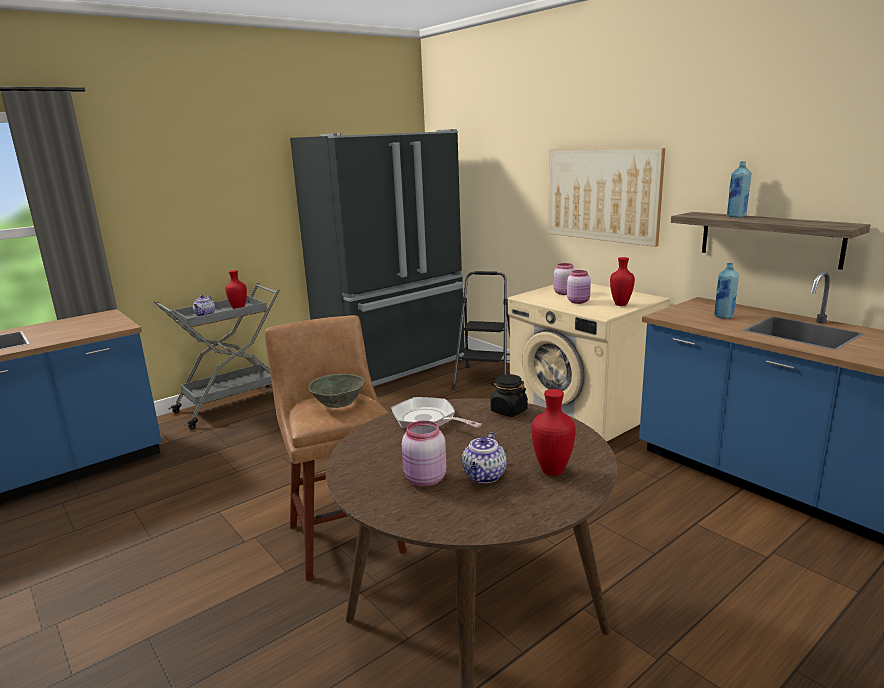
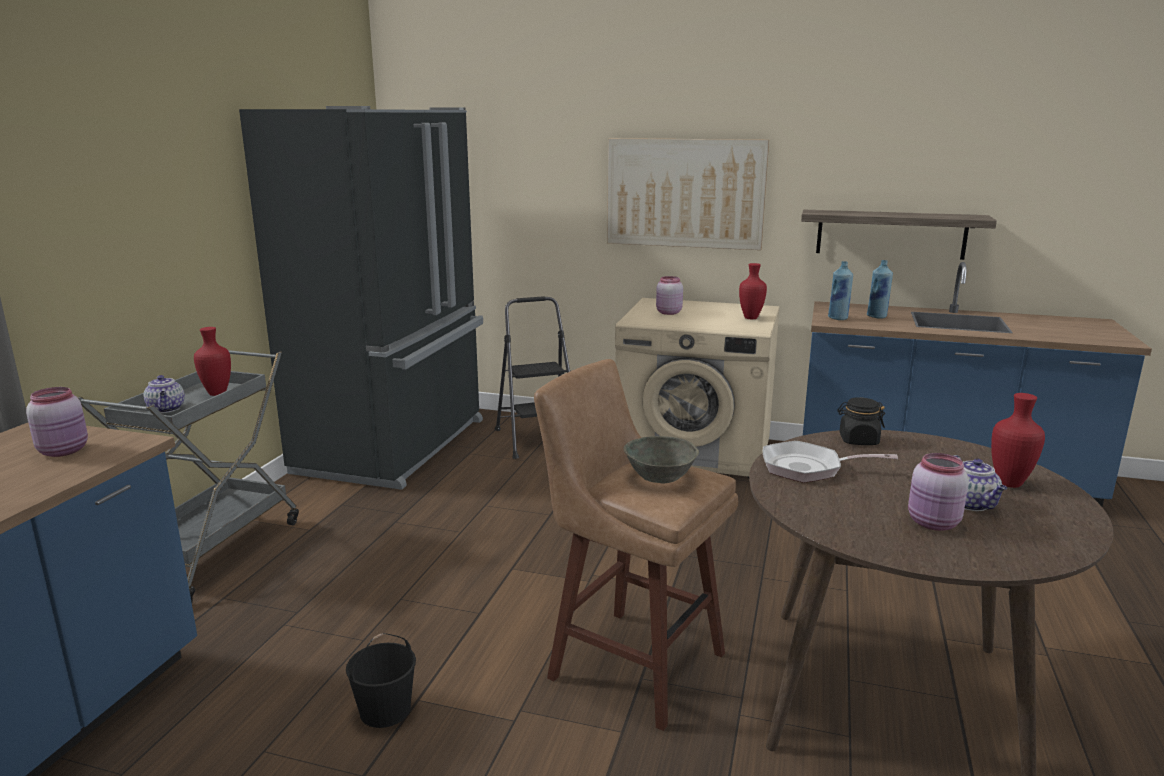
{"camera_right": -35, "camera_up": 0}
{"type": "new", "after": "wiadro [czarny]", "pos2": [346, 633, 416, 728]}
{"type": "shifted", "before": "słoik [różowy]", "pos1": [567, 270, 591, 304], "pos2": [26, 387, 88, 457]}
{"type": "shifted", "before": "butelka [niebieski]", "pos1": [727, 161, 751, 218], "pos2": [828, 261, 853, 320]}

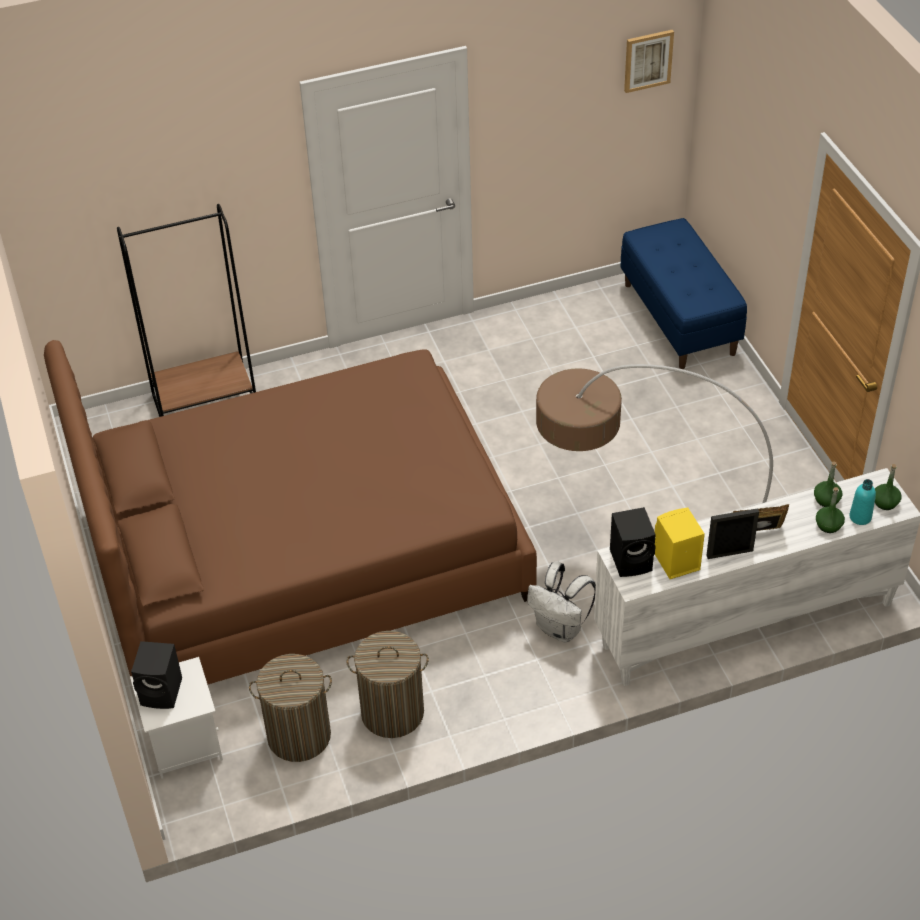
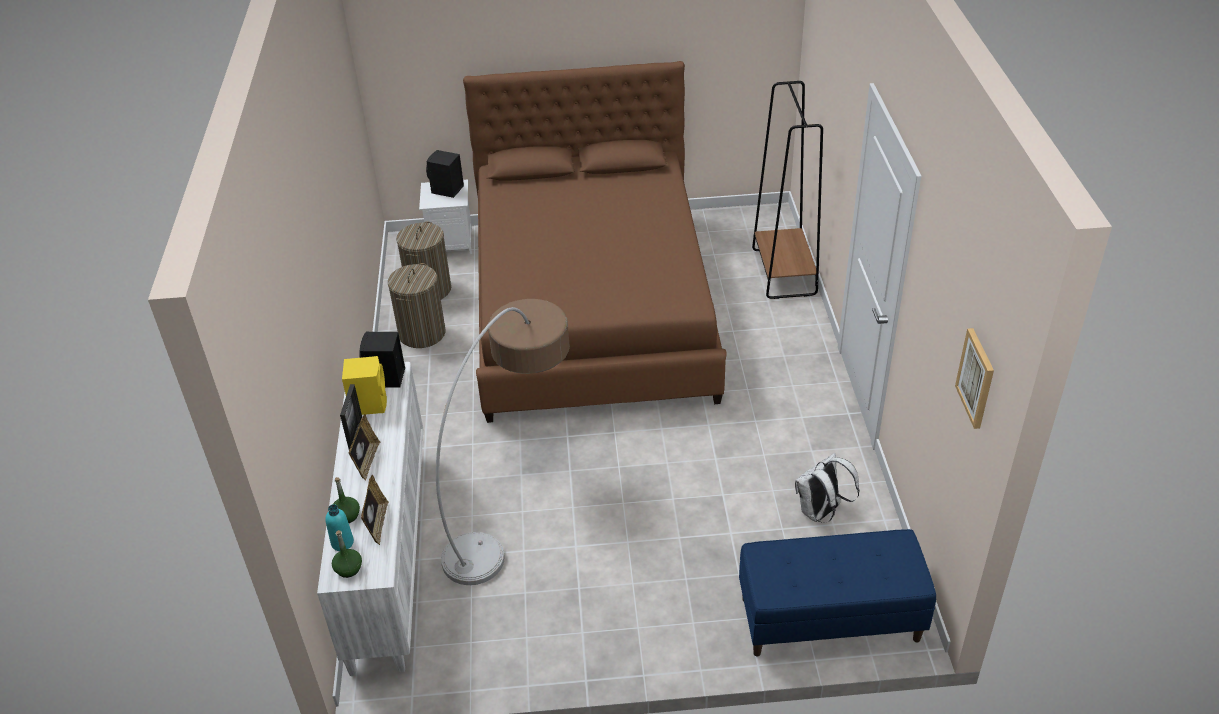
{"camera_right": 105, "camera_up": -5}
{"type": "shifted", "before": "plecak [biały]", "pos1": [527, 562, 596, 643], "pos2": [795, 453, 860, 523]}
{"type": "swapped", "before": "butelka [zielony]", "after": "ramka na zdjęcie", "pos1": [814, 461, 842, 507], "pos2": [361, 474, 389, 545]}

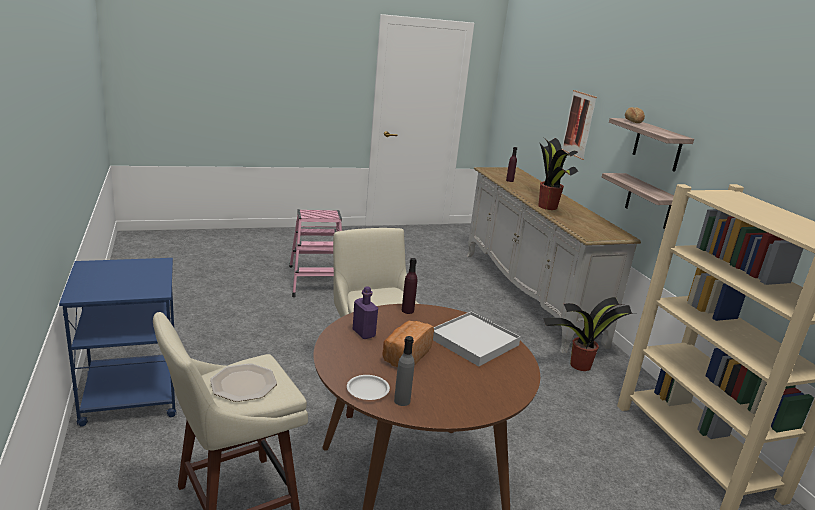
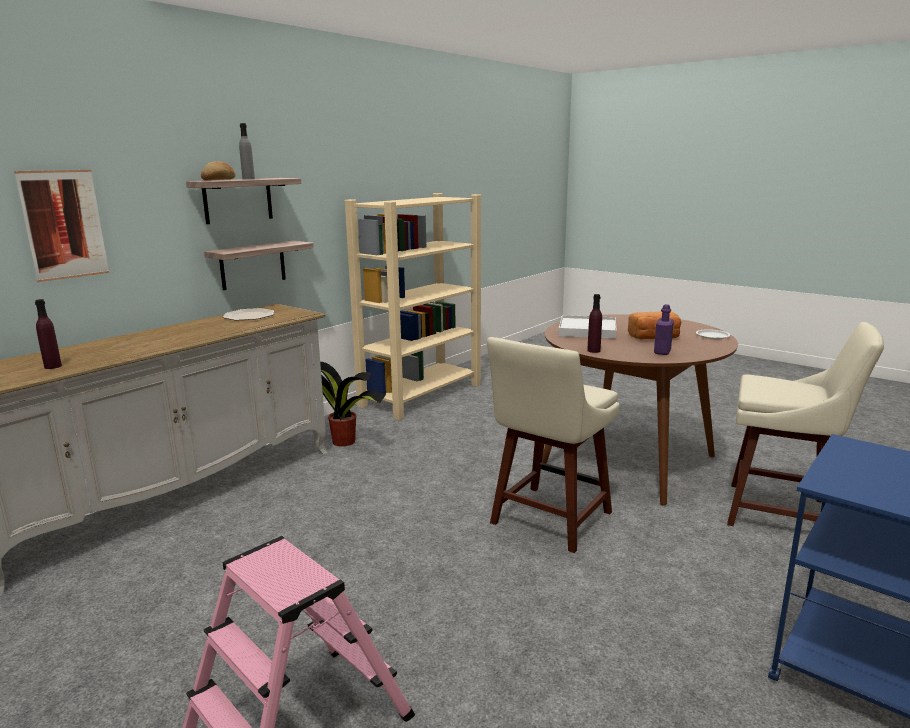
{"camera_right": -120, "camera_up": -5}
{"type": "gone", "before": "roślina doniczkowa", "pos1": [538, 137, 578, 210]}
{"type": "shifted", "before": "talerz", "pos1": [210, 363, 277, 402], "pos2": [223, 308, 274, 320]}
{"type": "shifted", "before": "butelka [szary]", "pos1": [394, 336, 415, 406], "pos2": [239, 123, 255, 180]}

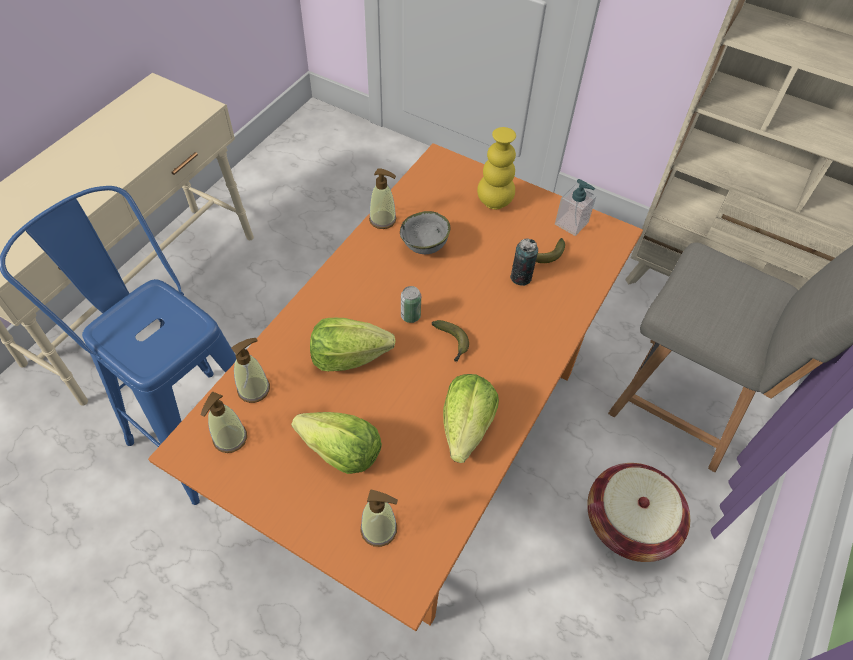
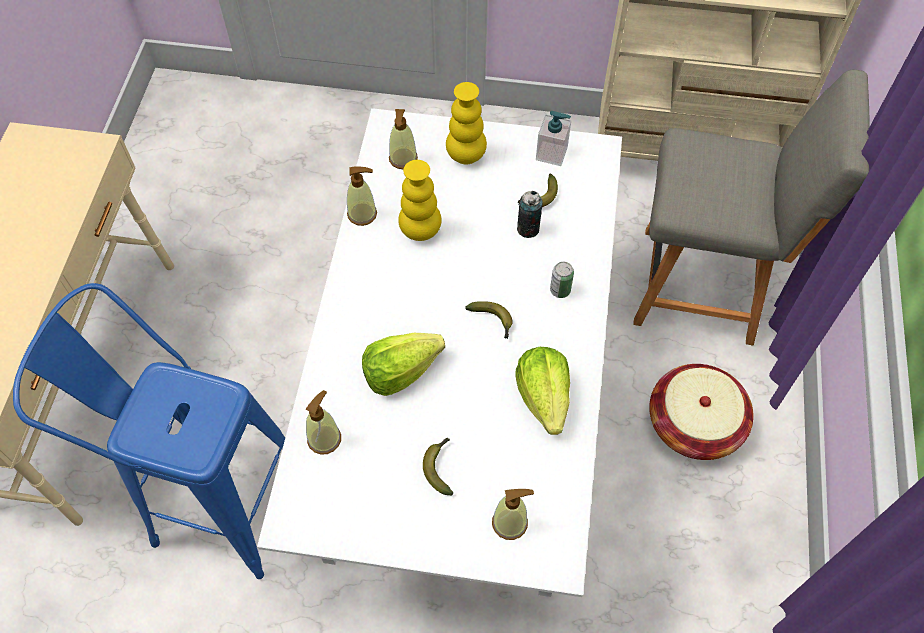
{"camera_right": -20, "camera_up": 5}
{"type": "shifted", "before": "dozownik mydła", "pos1": [201, 392, 247, 453], "pos2": [389, 109, 418, 169]}
{"type": "shifted", "before": "puszka", "pos1": [401, 286, 421, 323], "pos2": [550, 262, 574, 298]}
{"type": "swapped", "before": "sałata", "after": "banan", "pos1": [291, 412, 382, 474], "pos2": [423, 438, 453, 495]}
{"type": "swapped", "before": "miska [szary]", "after": "wazon [żółty]", "pos1": [400, 211, 451, 254], "pos2": [398, 160, 442, 241]}
{"type": "repainted", "before": "stół jadalny [pomarańczowy]", "after": "stół jadalny [biały]", "pos1": [148, 143, 643, 631], "pos2": [257, 108, 622, 597]}

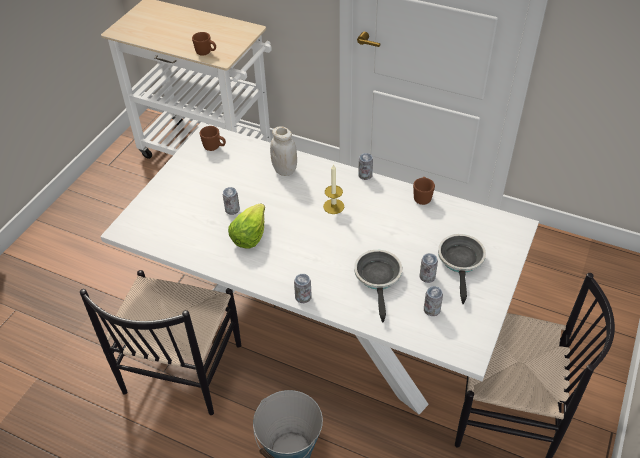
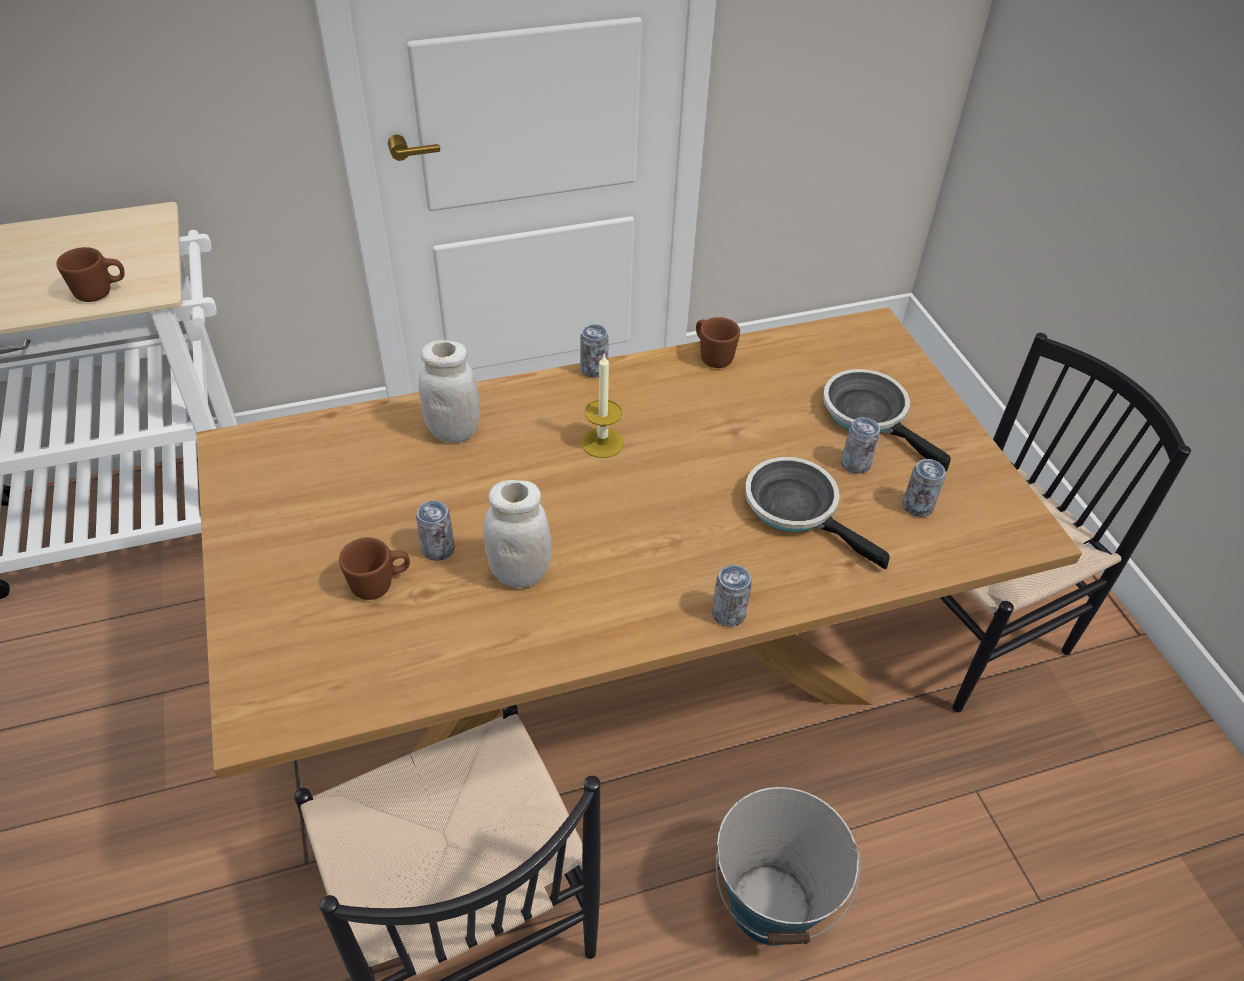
{"camera_right": -45, "camera_up": 0}
{"type": "shifted", "before": "kubek [brązowy]", "pos1": [200, 126, 226, 151], "pos2": [339, 537, 410, 600]}
{"type": "swapped", "before": "sałata", "after": "słoik [biały]", "pos1": [228, 203, 265, 249], "pos2": [483, 480, 552, 588]}
{"type": "repainted", "before": "stół jadalny [biały]", "after": "stół jadalny [brązowy]", "pos1": [100, 123, 539, 414], "pos2": [196, 307, 1082, 779]}

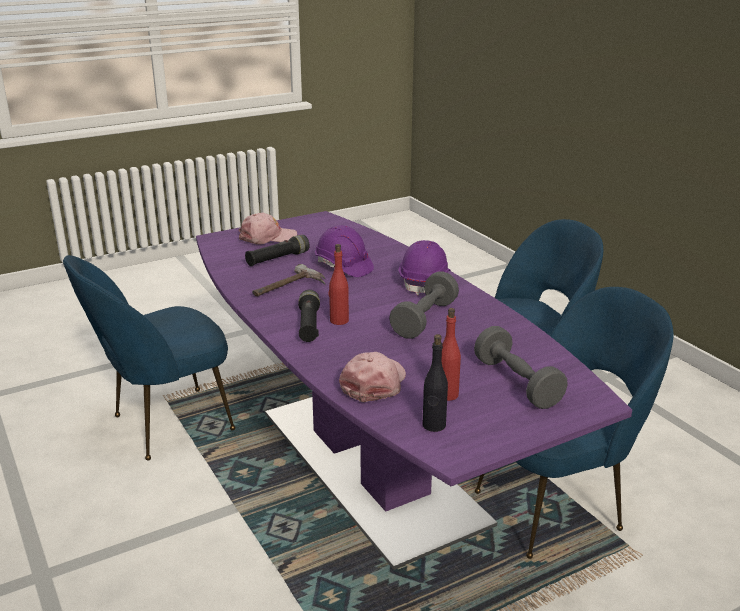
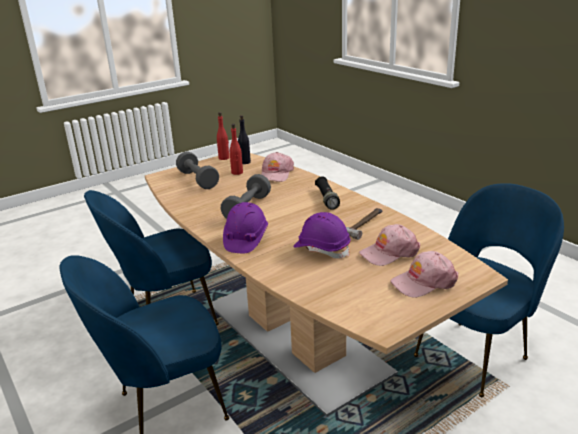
{"camera_right": 175, "camera_up": 0}
{"type": "shifted", "before": "butelka [czerwony]", "pos1": [329, 244, 349, 325], "pos2": [217, 112, 230, 160]}
{"type": "swapped", "before": "latarka [czarny]", "after": "czapka z daszkiem [różowy]", "pos1": [245, 235, 310, 266], "pos2": [359, 224, 420, 266]}
{"type": "repainted", "before": "stół jadalny [fioletowy]", "after": "stół jadalny [brązowy]", "pos1": [196, 211, 632, 570], "pos2": [145, 153, 508, 417]}

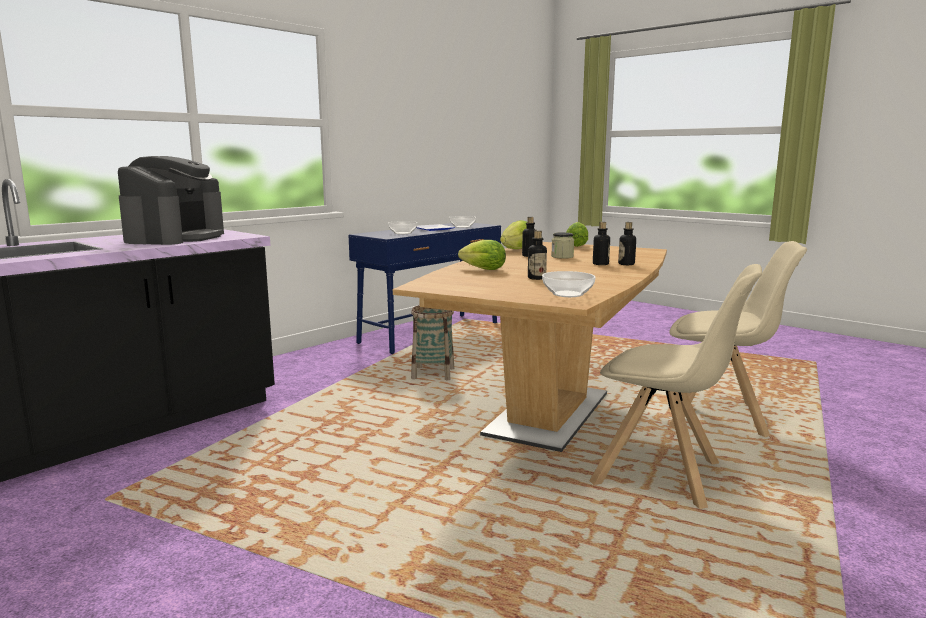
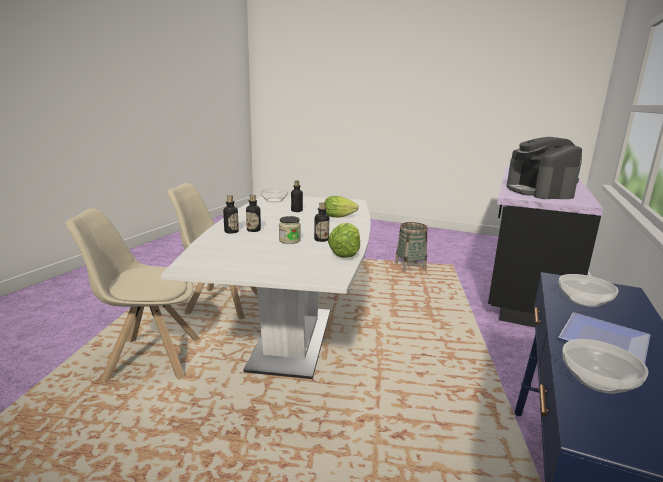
{"camera_right": 160, "camera_up": 5}
{"type": "gone", "before": "sałata", "pos1": [566, 222, 588, 247]}
{"type": "shifted", "before": "koszyk", "pos1": [411, 305, 454, 380], "pos2": [395, 222, 428, 272]}
{"type": "repainted", "before": "stół jadalny [brązowy]", "after": "stół jadalny [biały]", "pos1": [393, 242, 667, 452], "pos2": [161, 196, 371, 379]}

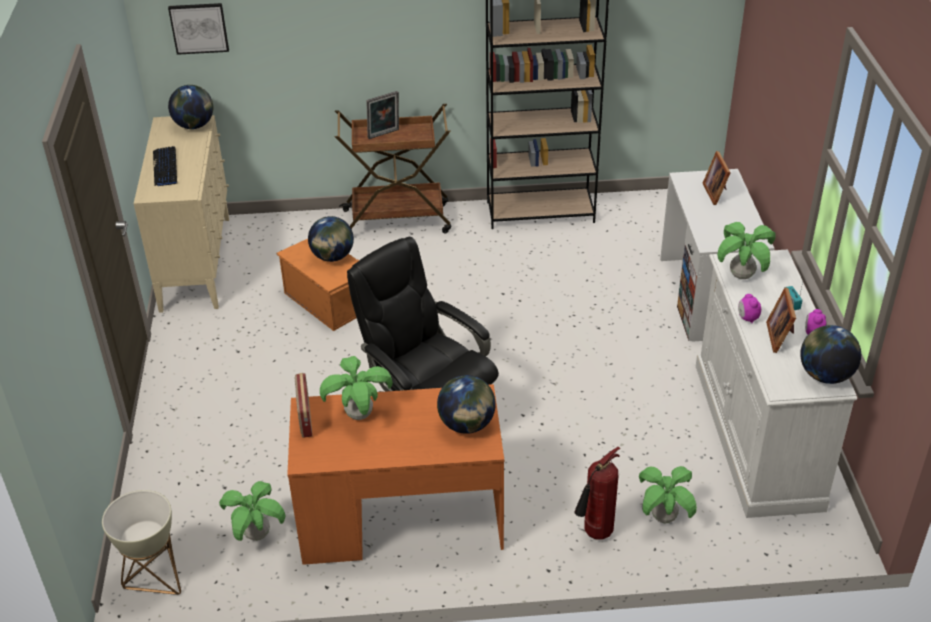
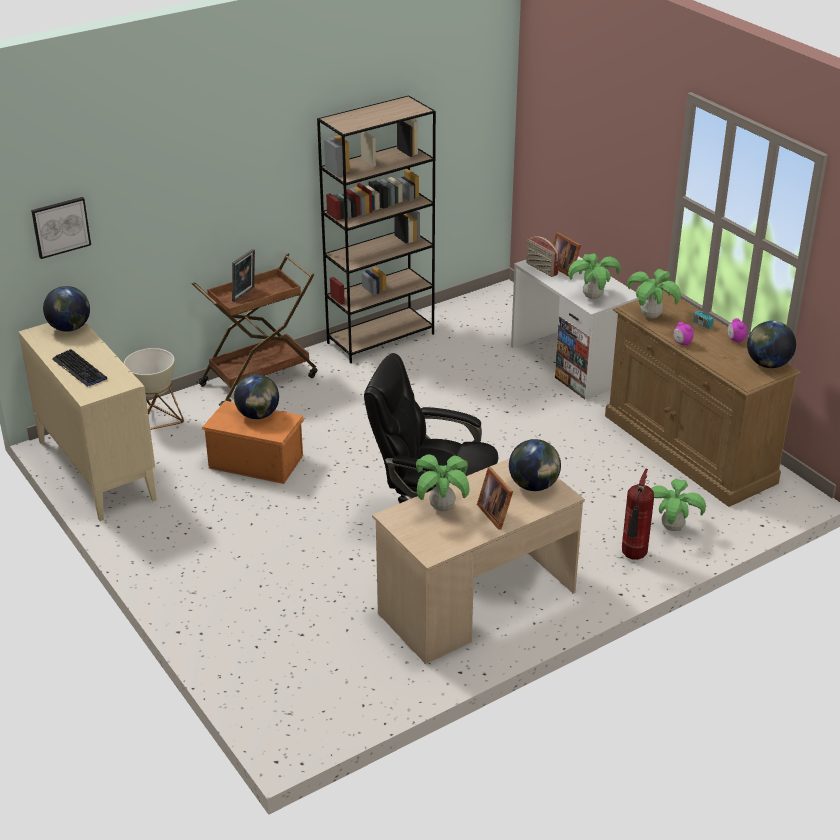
{"camera_right": -30, "camera_up": -5}
{"type": "shifted", "before": "donica", "pos1": [102, 490, 181, 595], "pos2": [124, 348, 184, 430]}
{"type": "shifted", "before": "roślina doniczkowa", "pos1": [219, 481, 286, 541], "pos2": [568, 253, 621, 299]}
{"type": "shifted", "before": "radio", "pos1": [294, 373, 313, 437], "pos2": [526, 236, 559, 277]}
{"type": "shifted", "before": "ramka na zdjęcie", "pos1": [766, 287, 796, 353], "pos2": [477, 467, 513, 530]}
{"type": "repainted", "before": "biurko [pomarańczowy]", "after": "biurko [beżowy]", "pos1": [287, 384, 504, 565], "pos2": [372, 459, 585, 664]}
{"type": "repainted", "before": "szafka [biały]", "after": "szafka [brązowy]", "pos1": [696, 250, 857, 518], "pos2": [605, 290, 800, 507]}

